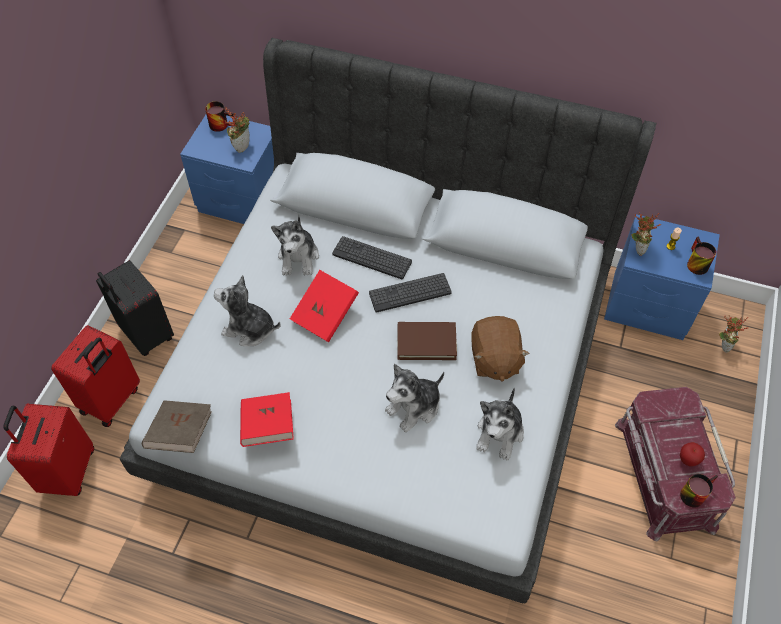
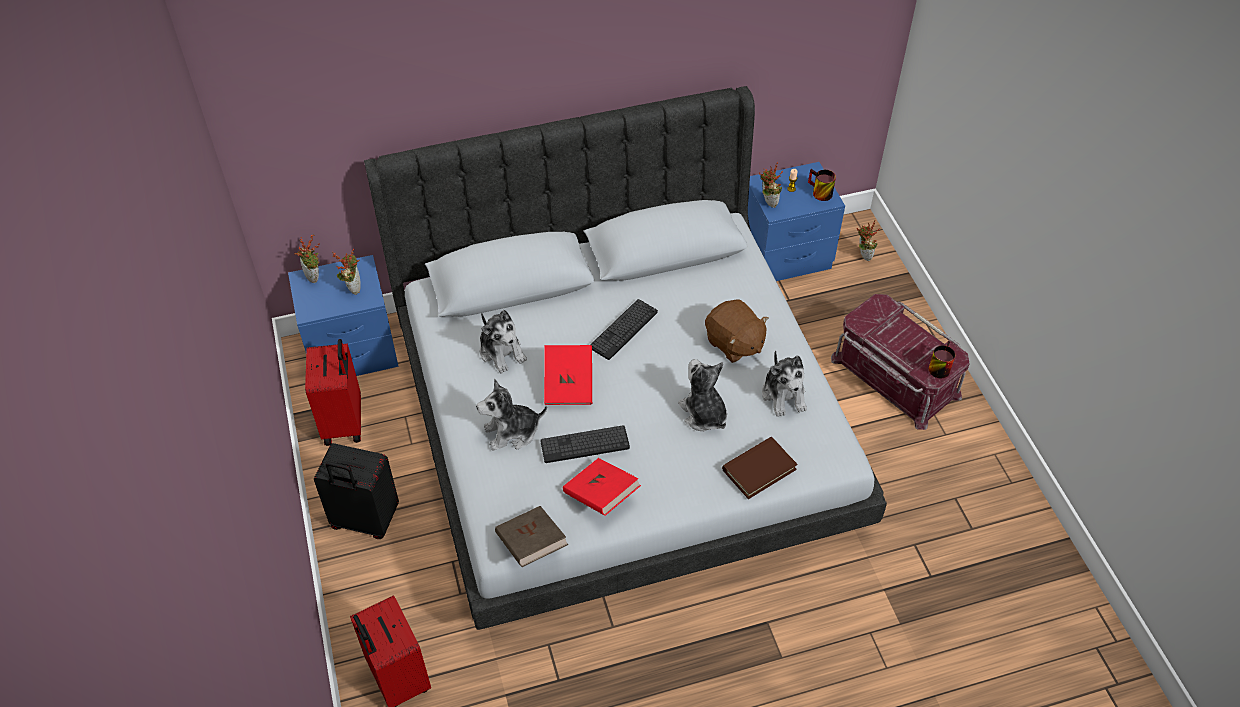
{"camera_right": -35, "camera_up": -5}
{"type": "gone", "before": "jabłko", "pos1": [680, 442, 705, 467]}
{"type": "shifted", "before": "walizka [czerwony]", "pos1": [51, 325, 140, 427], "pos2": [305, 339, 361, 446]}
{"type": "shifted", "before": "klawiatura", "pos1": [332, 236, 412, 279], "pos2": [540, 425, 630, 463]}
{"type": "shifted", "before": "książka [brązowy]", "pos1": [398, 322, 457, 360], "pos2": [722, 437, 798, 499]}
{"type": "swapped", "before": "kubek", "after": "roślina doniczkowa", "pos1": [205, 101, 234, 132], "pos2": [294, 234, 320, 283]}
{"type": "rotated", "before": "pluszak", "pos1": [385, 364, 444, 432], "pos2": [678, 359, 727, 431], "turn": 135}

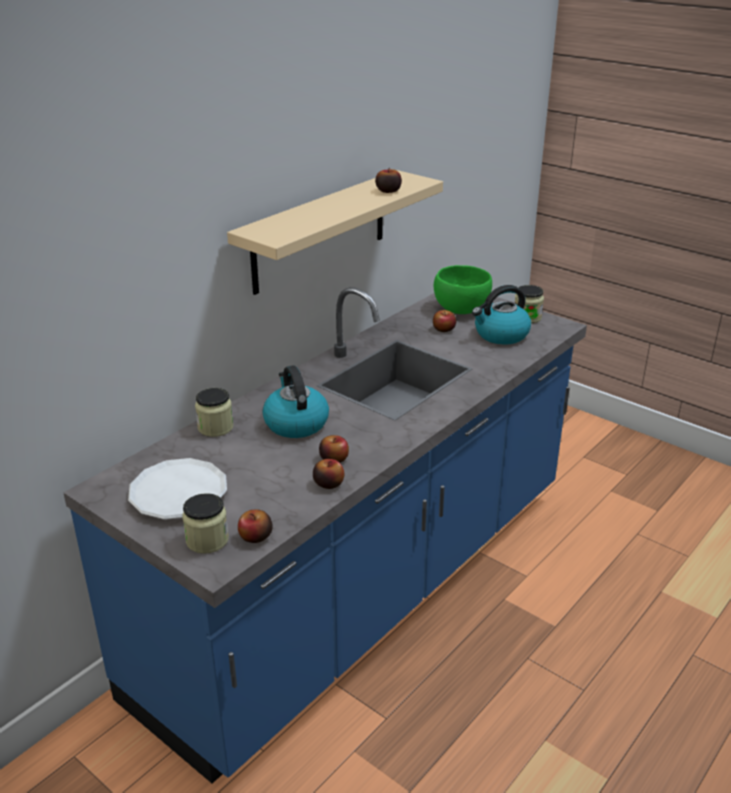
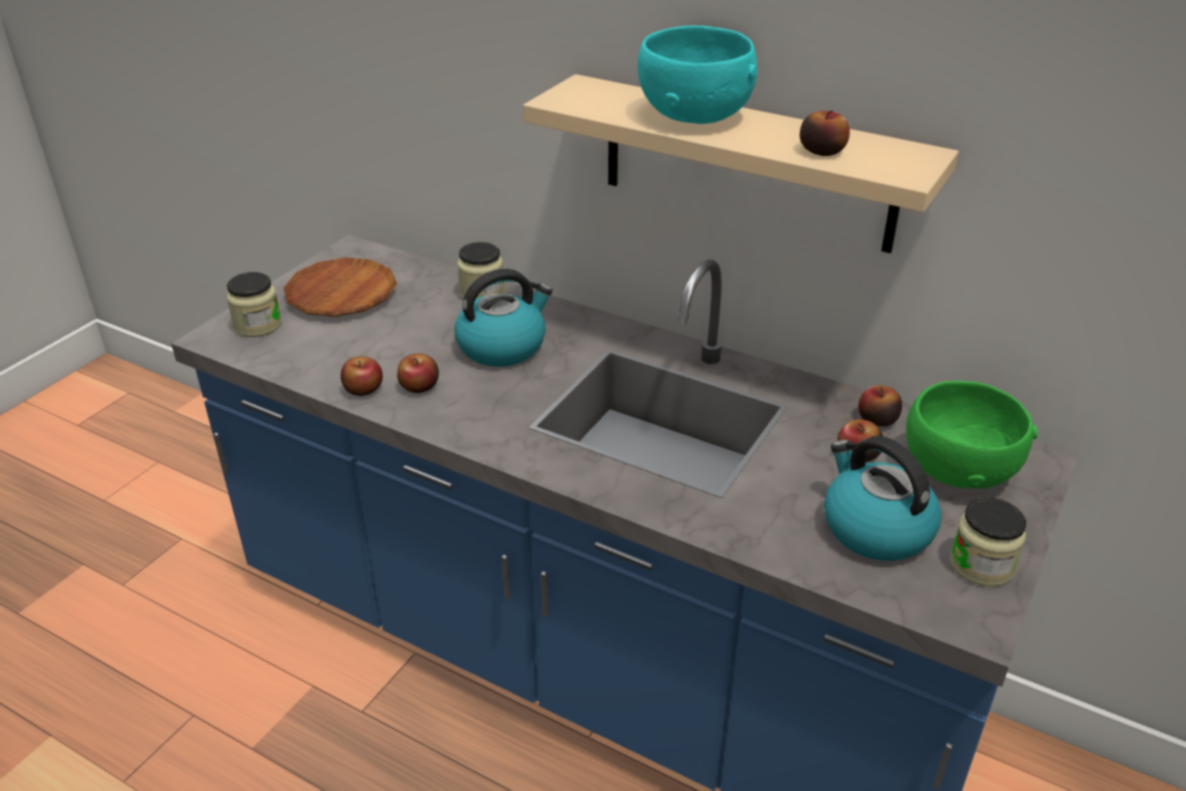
{"camera_right": 80, "camera_up": 5}
{"type": "new", "after": "miska [turkusowy]", "pos2": [637, 26, 758, 124]}
{"type": "shifted", "before": "jabłko", "pos1": [238, 509, 273, 543], "pos2": [858, 385, 902, 427]}
{"type": "repainted", "before": "talerz [biały]", "after": "talerz [brązowy]", "pos1": [128, 458, 227, 520], "pos2": [284, 257, 397, 317]}

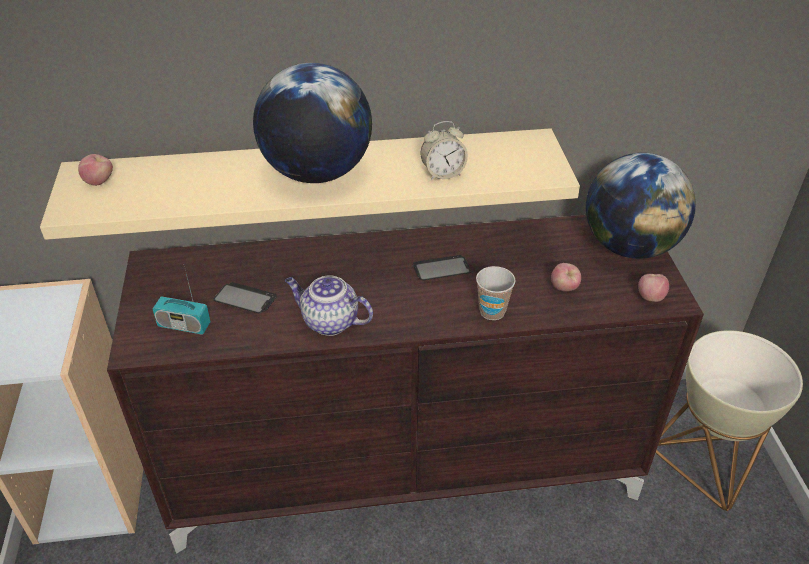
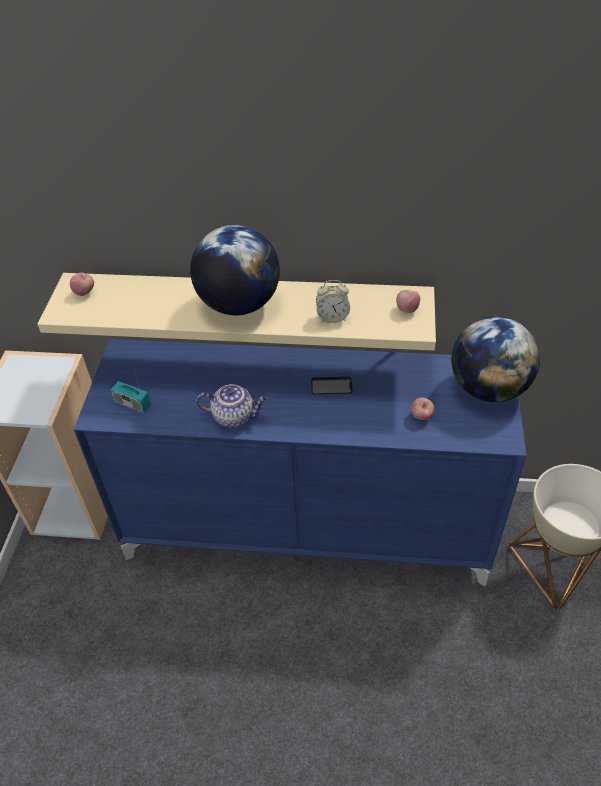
{"camera_right": 15, "camera_up": 5}
{"type": "gone", "before": "telefon", "pos1": [214, 282, 277, 313]}
{"type": "gone", "before": "filiżanka", "pos1": [476, 266, 516, 320]}
{"type": "shifted", "before": "jabłko", "pos1": [638, 274, 669, 302], "pos2": [396, 290, 420, 313]}
{"type": "repainted", "before": "komoda [brązowy]", "after": "komoda [niebieski]", "pos1": [107, 215, 704, 554], "pos2": [73, 339, 527, 587]}
{"type": "rotated", "before": "imbryk", "pos1": [285, 275, 373, 336], "pos2": [196, 384, 267, 428], "turn": 150}

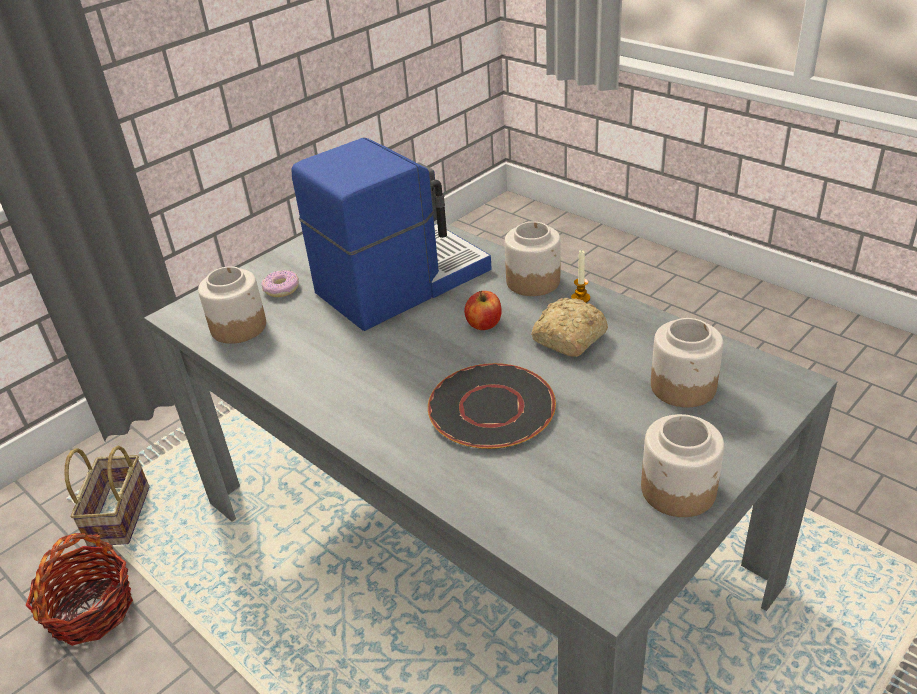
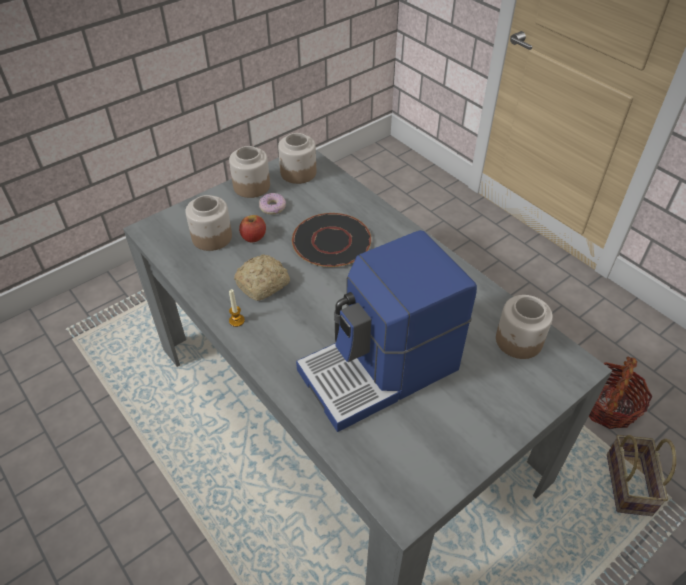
{"camera_right": -175, "camera_up": 10}
{"type": "shifted", "before": "donut", "pos1": [262, 270, 299, 297], "pos2": [259, 193, 286, 215]}
{"type": "shifted", "before": "jabłko", "pos1": [464, 291, 502, 330], "pos2": [239, 215, 266, 242]}
{"type": "shifted", "before": "słoik", "pos1": [505, 222, 560, 296], "pos2": [278, 133, 316, 184]}

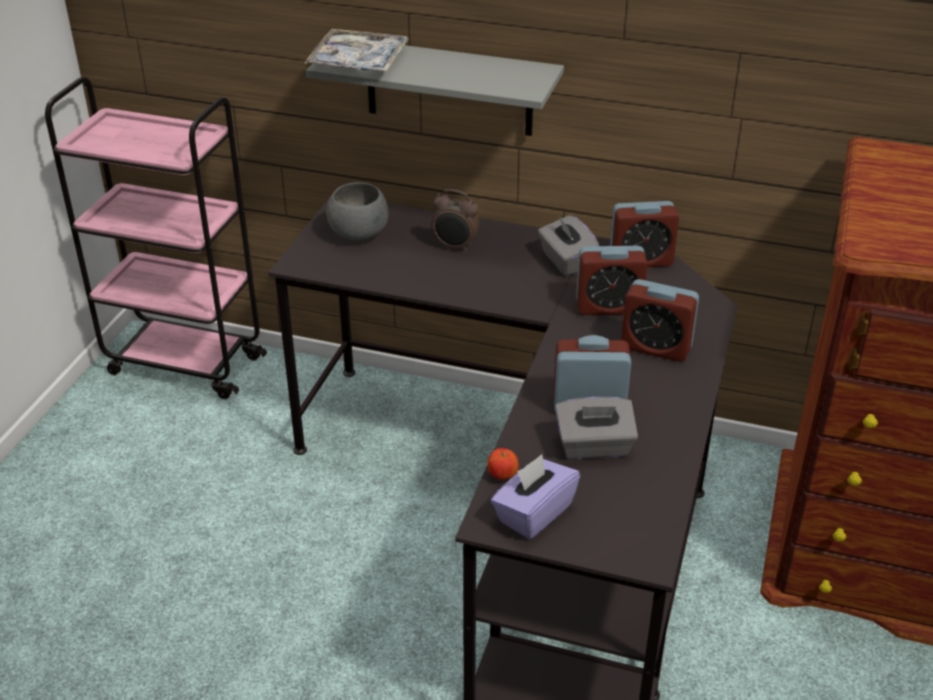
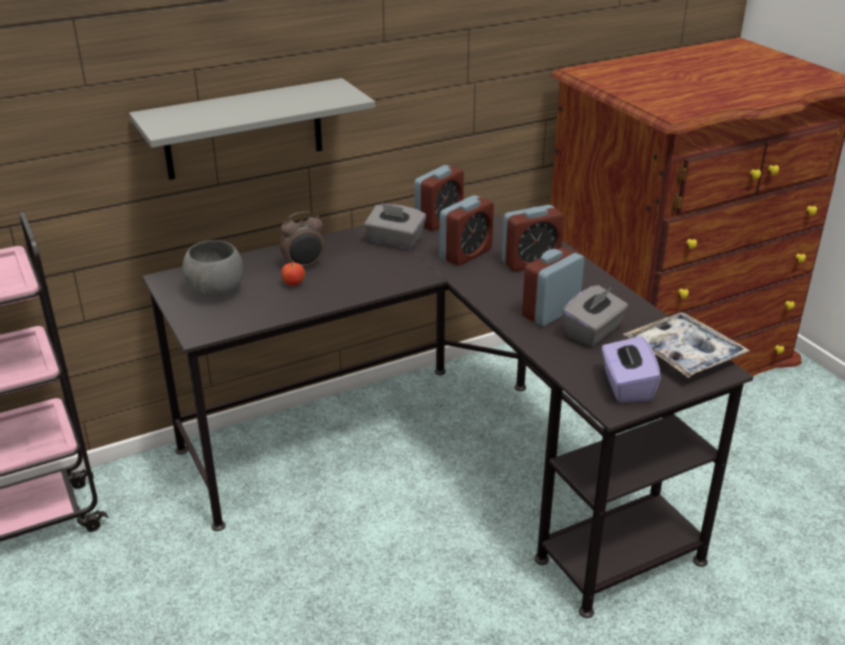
{"camera_right": -45, "camera_up": -5}
{"type": "shifted", "before": "taca", "pos1": [304, 29, 408, 72], "pos2": [624, 312, 749, 378]}
{"type": "shifted", "before": "jabłko", "pos1": [487, 448, 519, 480], "pos2": [281, 262, 305, 286]}

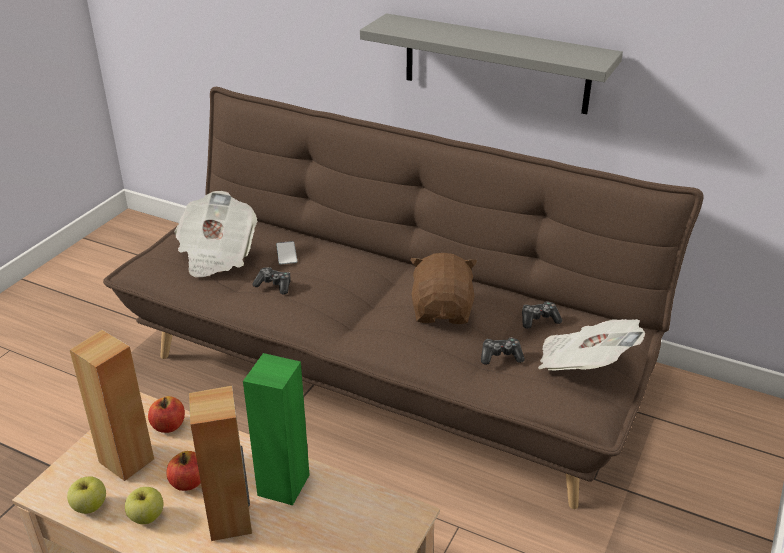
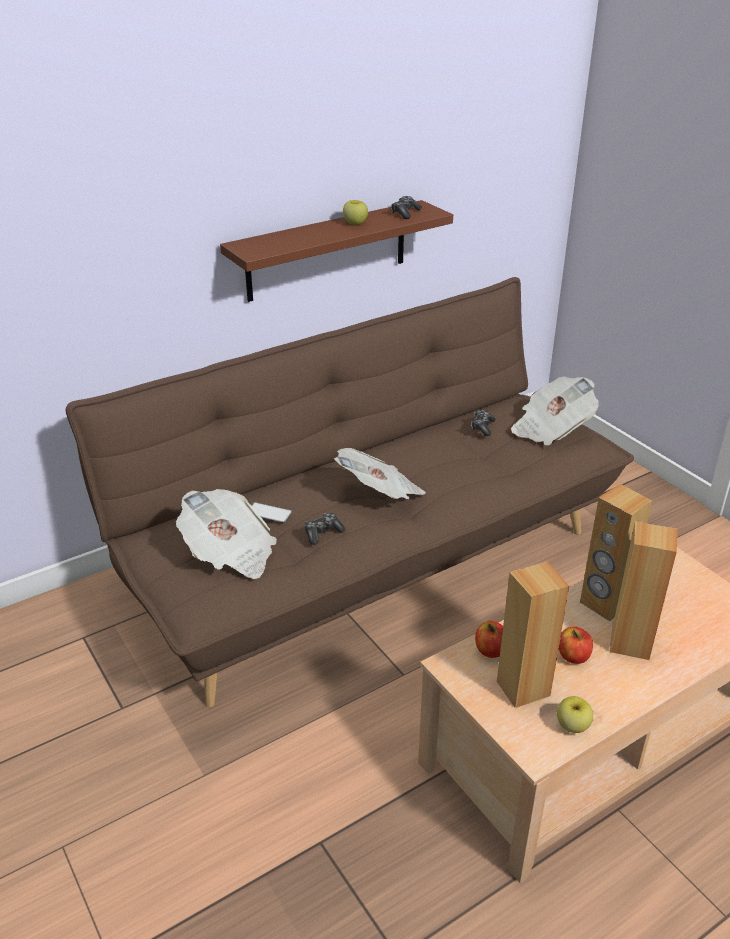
{"camera_right": -60, "camera_up": 0}
{"type": "gone", "before": "pluszak [brązowy]", "pos1": [410, 253, 477, 324]}
{"type": "new", "after": "gazeta", "pos2": [334, 448, 426, 499]}
{"type": "shifted", "before": "jabłko", "pos1": [125, 487, 163, 524], "pos2": [343, 200, 368, 225]}
{"type": "shifted", "before": "pad do gier", "pos1": [481, 338, 525, 365], "pos2": [391, 196, 422, 219]}
{"type": "repainted", "before": "głośnik [zielony]", "after": "głośnik [brązowy]", "pos1": [243, 353, 309, 505], "pos2": [580, 484, 652, 621]}
{"type": "repainted", "before": "półka [szary]", "after": "półka [brązowy]", "pos1": [360, 13, 623, 114], "pos2": [220, 200, 453, 302]}

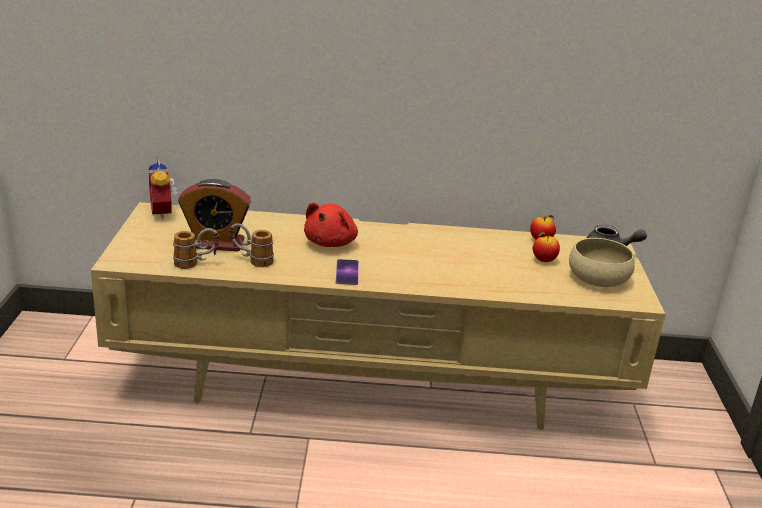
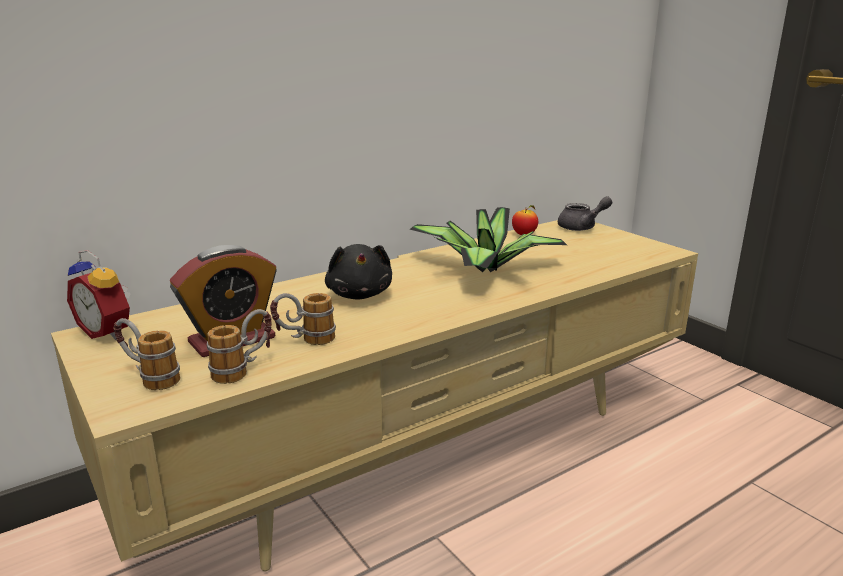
{"camera_right": -35, "camera_up": -5}
{"type": "gone", "before": "telefon", "pos1": [335, 259, 359, 285]}
{"type": "gone", "before": "jabłko", "pos1": [533, 232, 560, 262]}
{"type": "gone", "before": "miska [beżowy]", "pos1": [569, 238, 635, 287]}
{"type": "new", "after": "kubek", "pos2": [113, 318, 180, 390]}
{"type": "new", "after": "roślina doniczkowa", "pos2": [409, 207, 567, 273]}
{"type": "repainted", "before": "pluszak [czerwony]", "after": "pluszak [czarny]", "pos1": [304, 202, 358, 247], "pos2": [325, 244, 392, 300]}

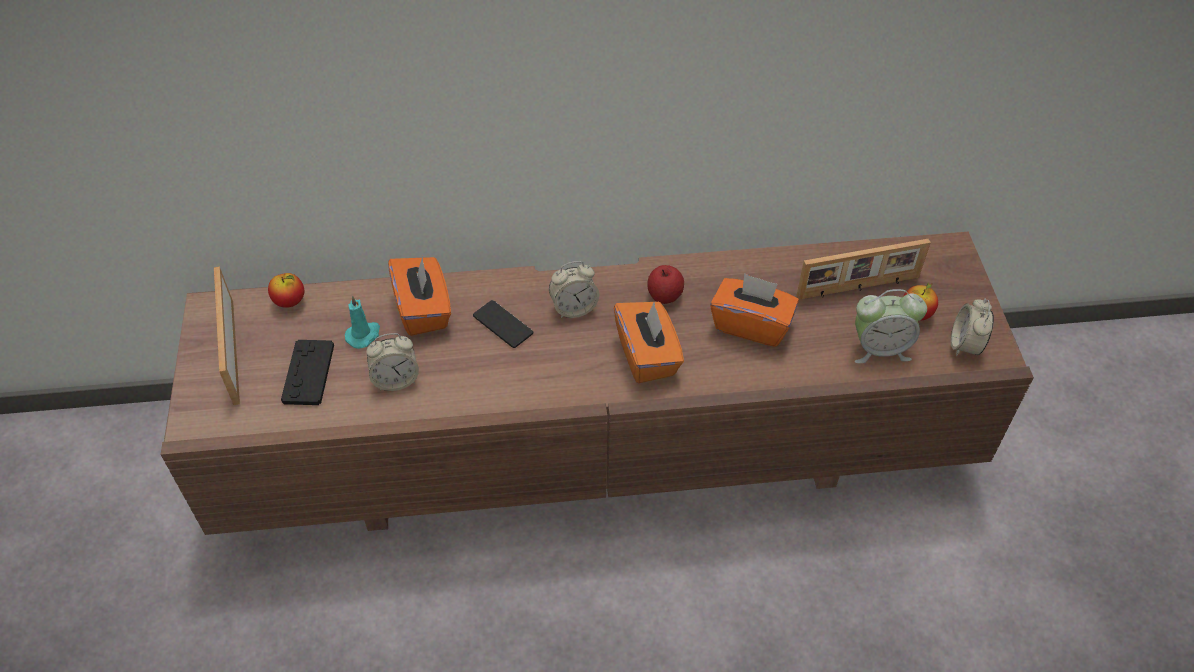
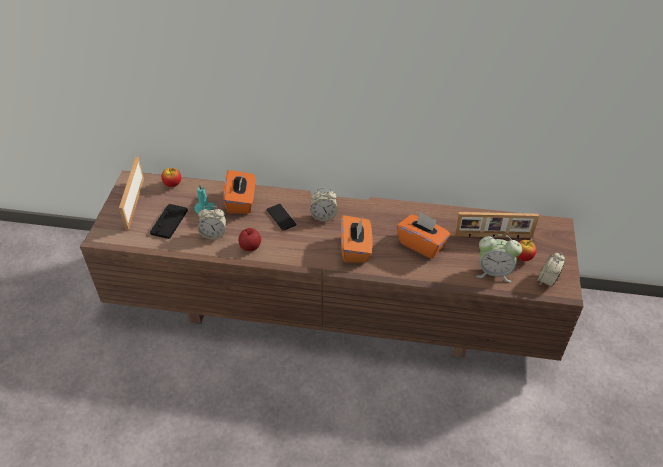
{"camera_right": 15, "camera_up": -5}
{"type": "shifted", "before": "jabłko", "pos1": [647, 265, 684, 304], "pos2": [239, 228, 261, 251]}

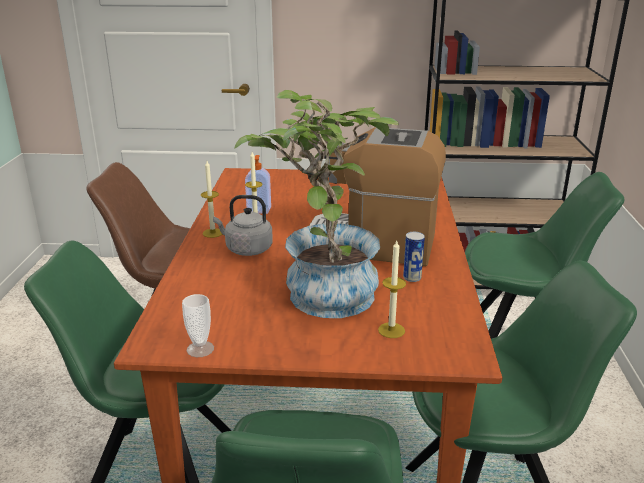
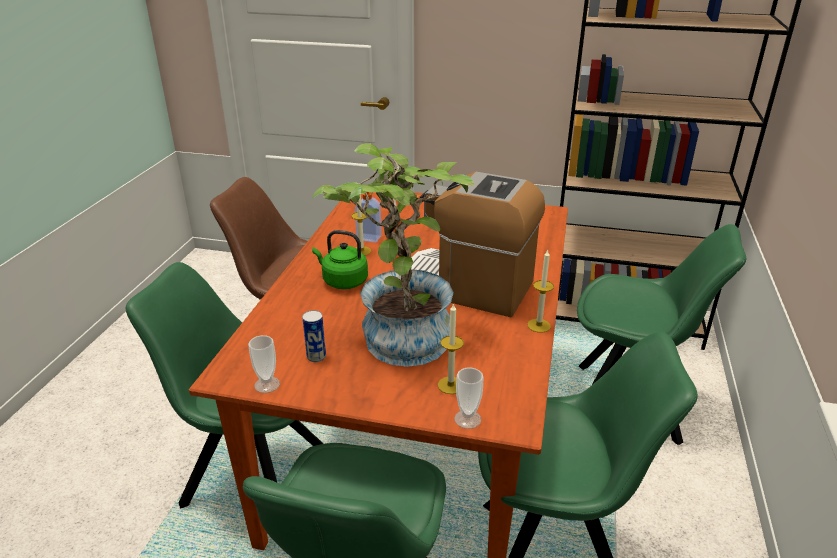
{"camera_right": 10, "camera_up": 5}
{"type": "new", "after": "filiżanka", "pos2": [454, 367, 483, 429]}
{"type": "shifted", "before": "świeca", "pos1": [201, 161, 222, 238], "pos2": [527, 250, 554, 333]}
{"type": "shifted", "before": "puszka", "pos1": [403, 232, 425, 282], "pos2": [302, 310, 326, 362]}
{"type": "repainted", "before": "czajnik [szary]", "after": "czajnik [zielony]", "pos1": [213, 195, 273, 256], "pos2": [312, 230, 368, 289]}

